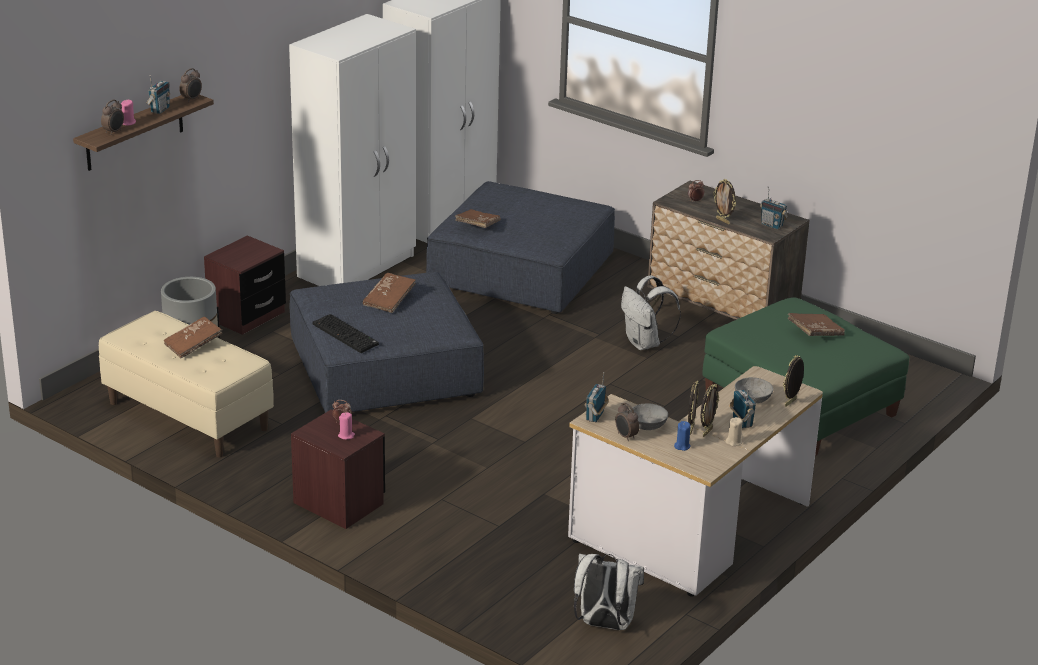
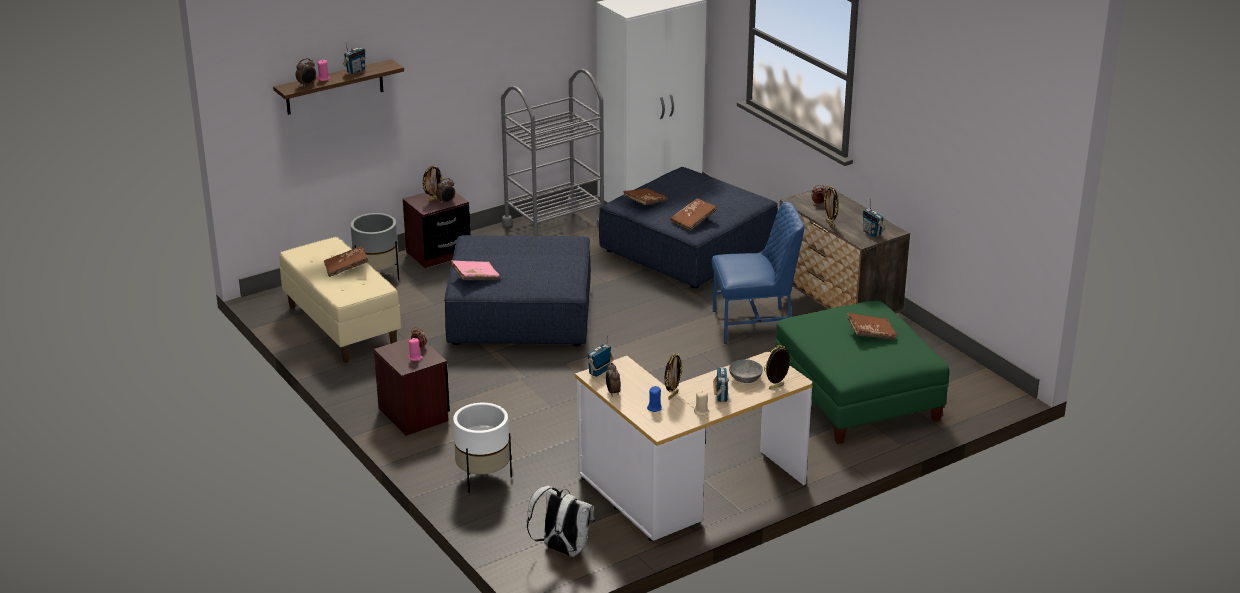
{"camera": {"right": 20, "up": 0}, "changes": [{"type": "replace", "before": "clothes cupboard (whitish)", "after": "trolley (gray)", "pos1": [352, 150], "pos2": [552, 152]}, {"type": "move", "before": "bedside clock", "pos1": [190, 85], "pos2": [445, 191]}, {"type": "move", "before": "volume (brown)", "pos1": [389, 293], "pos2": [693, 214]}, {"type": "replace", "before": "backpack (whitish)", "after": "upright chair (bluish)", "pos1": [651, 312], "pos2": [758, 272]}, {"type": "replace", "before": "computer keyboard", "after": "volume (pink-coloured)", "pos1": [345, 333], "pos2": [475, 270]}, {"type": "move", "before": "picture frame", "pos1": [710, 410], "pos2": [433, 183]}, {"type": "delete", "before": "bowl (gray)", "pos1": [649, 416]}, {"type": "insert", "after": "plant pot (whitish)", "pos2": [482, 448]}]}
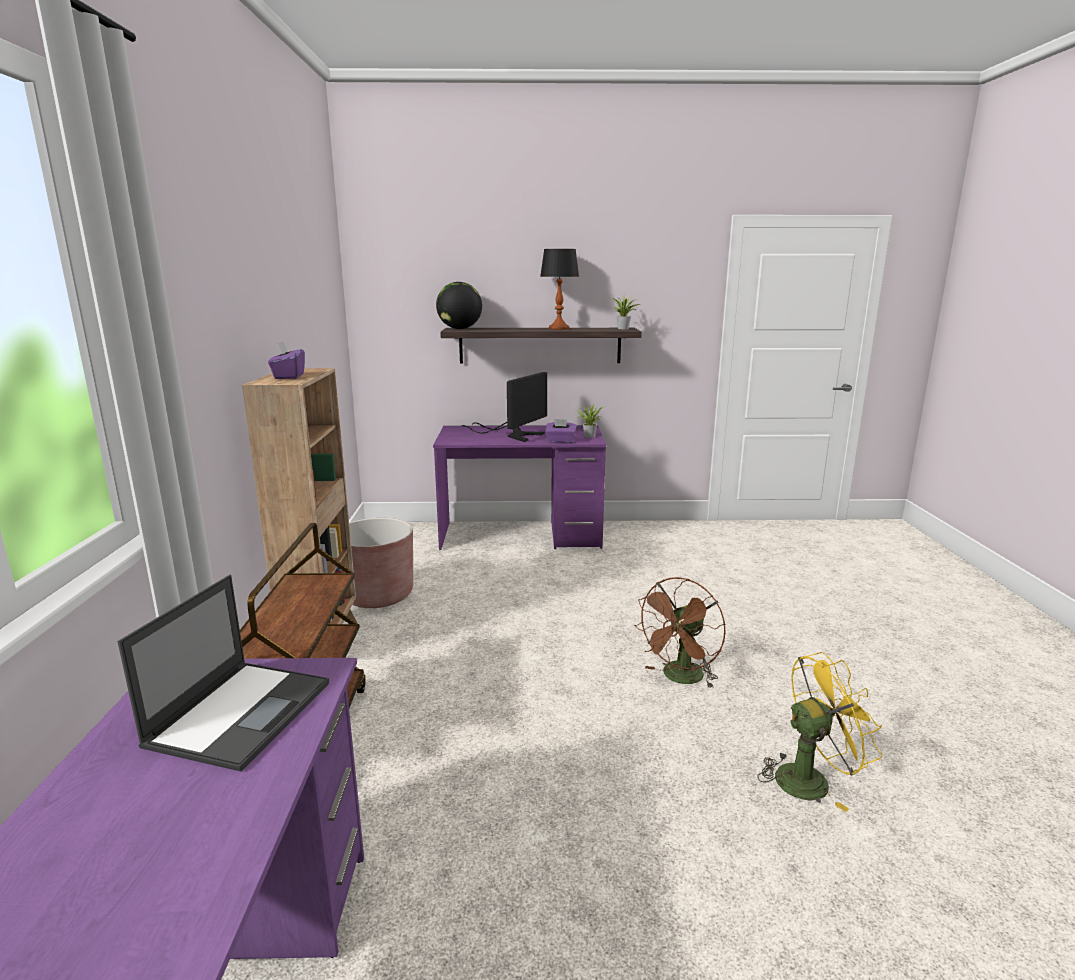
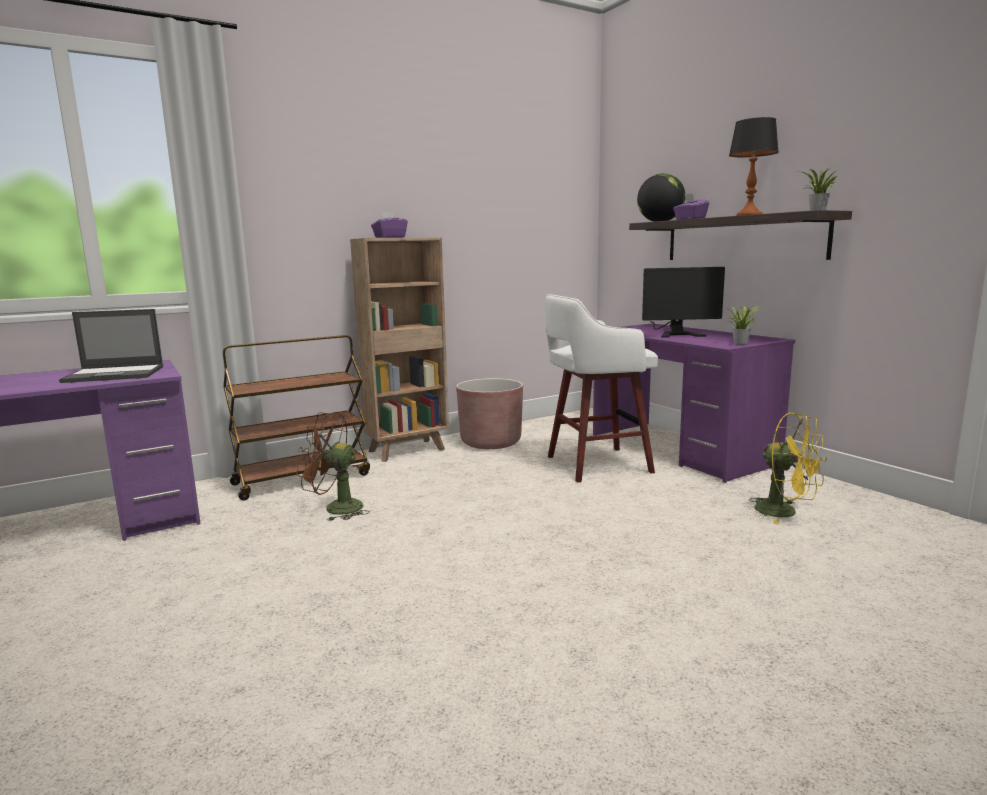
{"camera": {"right": 60, "up": -5}, "changes": [{"type": "move", "before": "tissue holder (purple-coloured)", "pos1": [560, 431], "pos2": [691, 206]}, {"type": "move", "before": "fan (brown)", "pos1": [680, 633], "pos2": [333, 466]}, {"type": "move", "before": "fan (yellow-coloured)", "pos1": [819, 732], "pos2": [787, 468]}, {"type": "insert", "after": "stool (whitish)", "pos2": [601, 388]}]}
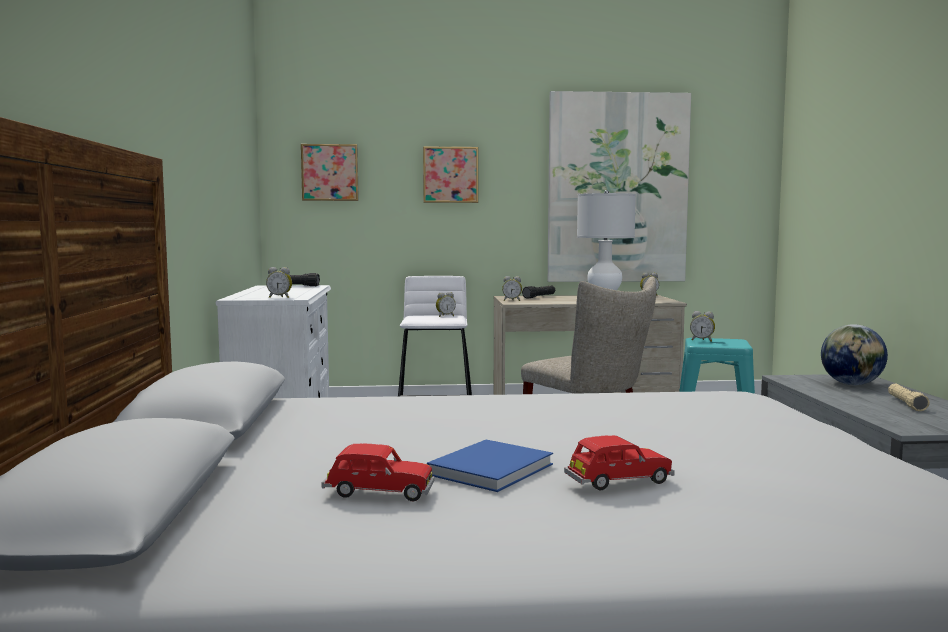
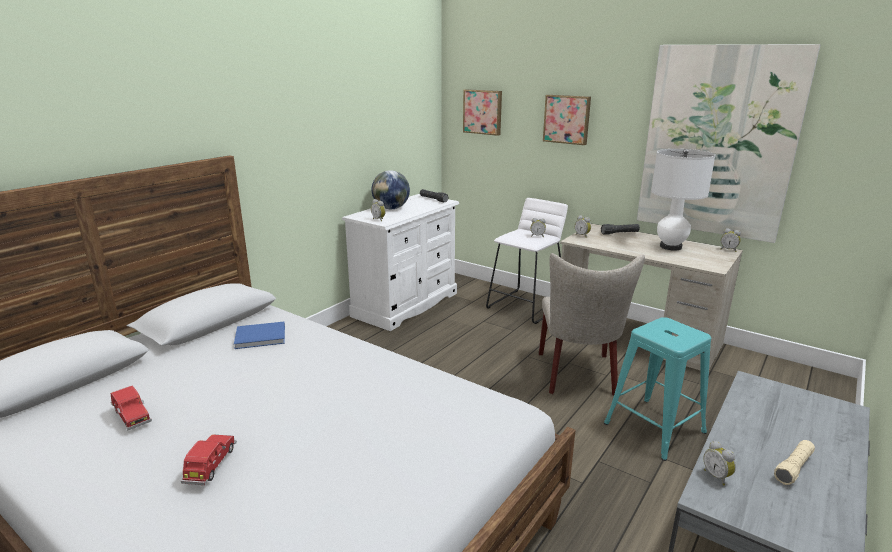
{"camera": {"right": 40, "up": 15}, "changes": [{"type": "move", "before": "bedside clock", "pos1": [702, 326], "pos2": [719, 463]}, {"type": "move", "before": "globe", "pos1": [854, 354], "pos2": [391, 189]}, {"type": "rotate", "before": "miniature car (reddish)", "pos1": [619, 462], "pos2": [209, 459], "turn": -105}, {"type": "move", "before": "volume (bluish)", "pos1": [490, 466], "pos2": [259, 335]}]}
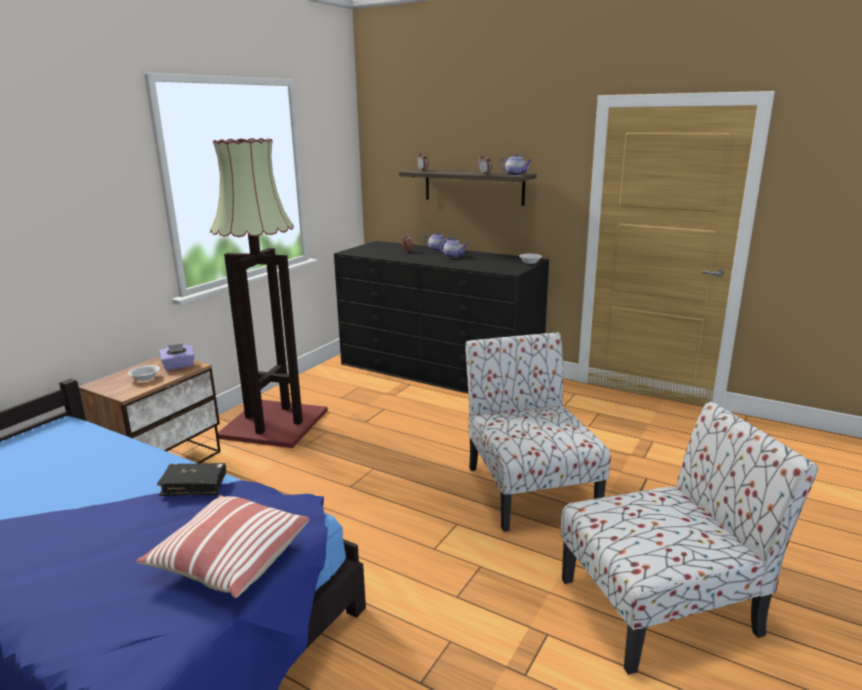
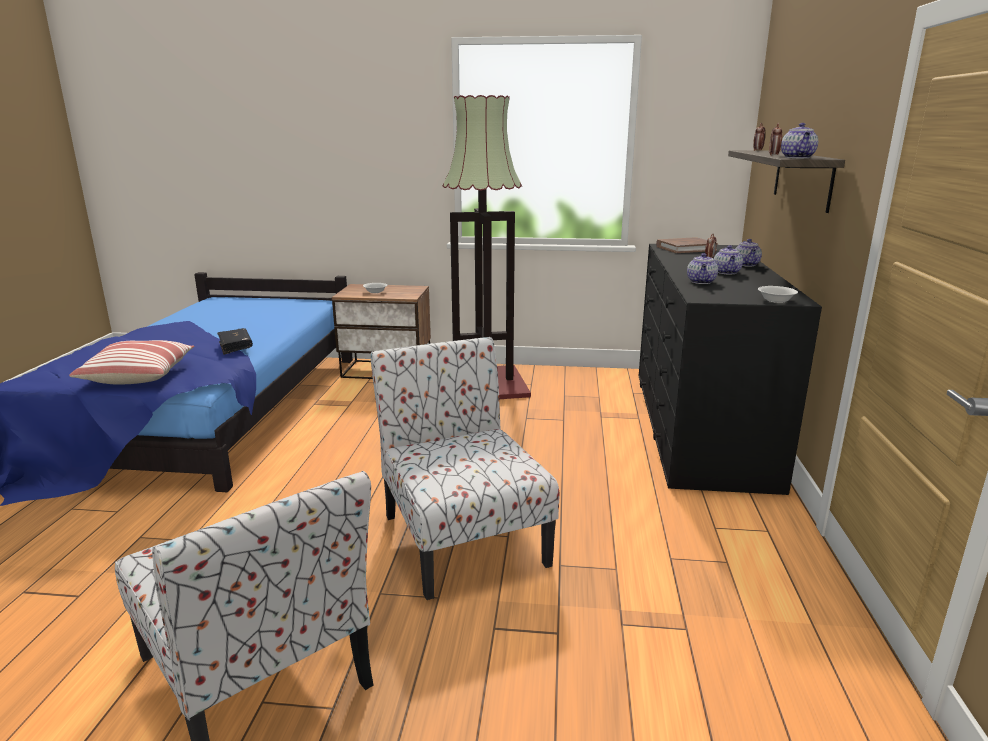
{"camera": {"right": 65, "up": 0}, "changes": [{"type": "rotate", "before": "upright chair", "pos1": [538, 432], "pos2": [465, 468], "turn": -75}, {"type": "delete", "before": "tissue holder (purple-coloured)", "pos1": [177, 357]}, {"type": "insert", "after": "volume (brown)", "pos2": [687, 245]}, {"type": "insert", "after": "pot for tea", "pos2": [702, 268]}]}
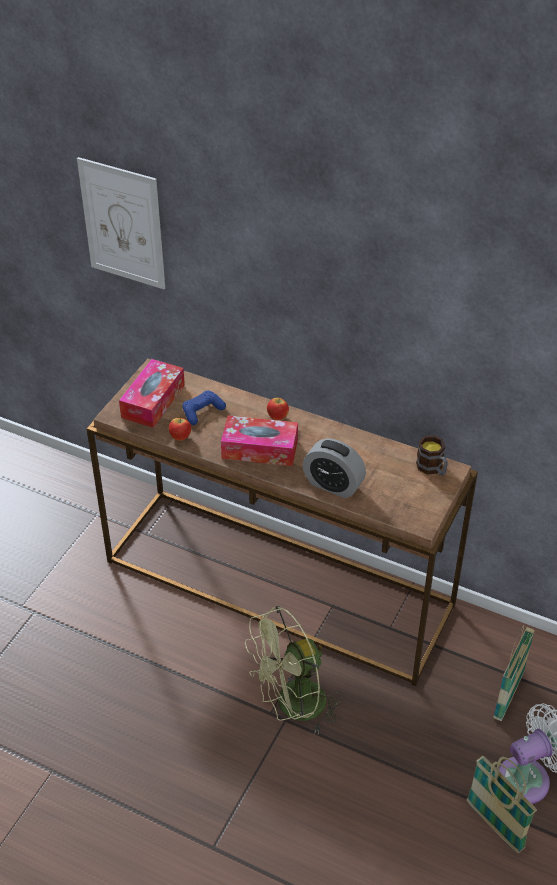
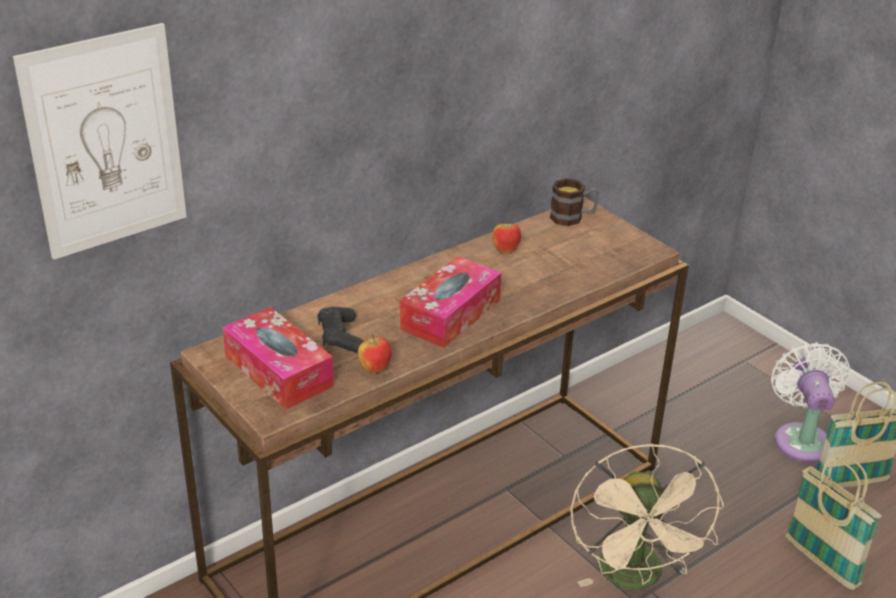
{"camera": {"right": -65, "up": -10}, "changes": [{"type": "recolor", "before": "gamepad (bluish)", "after": "gamepad (black-coloured)", "pos1": [204, 407], "pos2": [340, 329]}, {"type": "move", "before": "whole apple", "pos1": [278, 408], "pos2": [506, 236]}, {"type": "delete", "before": "bedside clock", "pos1": [334, 468]}, {"type": "recolor", "before": "fan (green-coloured)", "after": "fan (beige-coloured)", "pos1": [294, 669], "pos2": [647, 516]}, {"type": "move", "before": "household basket", "pos1": [514, 673], "pos2": [834, 522]}]}
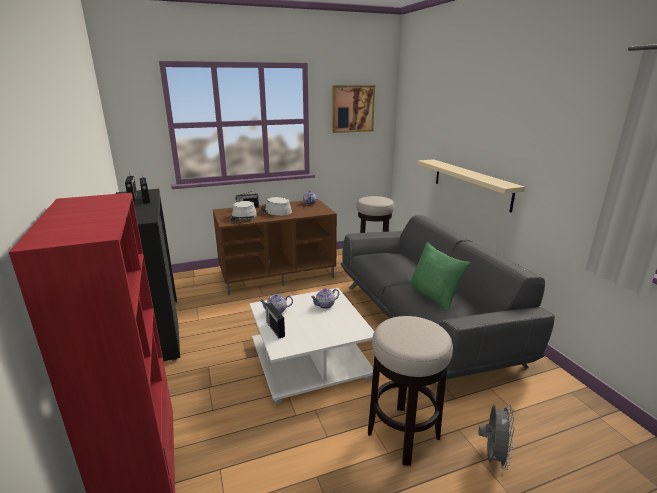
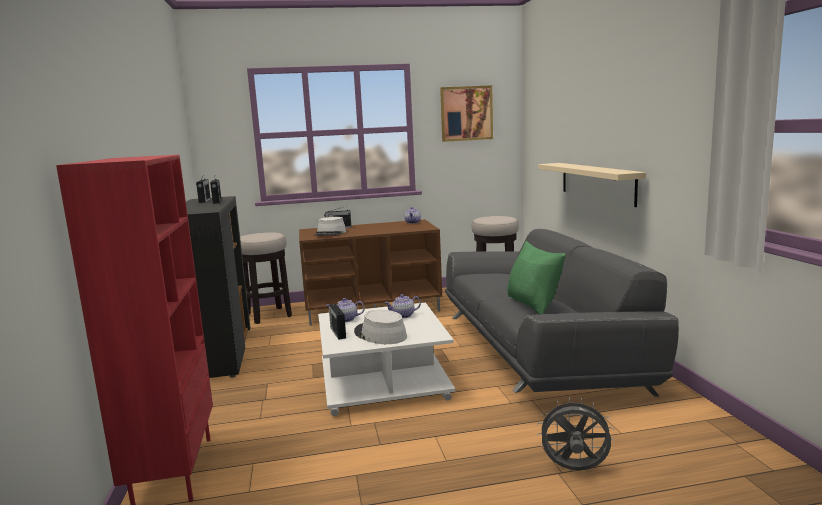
{"camera": {"right": 10, "up": -10}, "changes": [{"type": "move", "before": "clothing hat (gray)", "pos1": [276, 206], "pos2": [380, 327]}, {"type": "move", "before": "stool", "pos1": [410, 391], "pos2": [266, 278]}, {"type": "rotate", "before": "fan (gray)", "pos1": [496, 437], "pos2": [575, 434], "turn": -105}]}
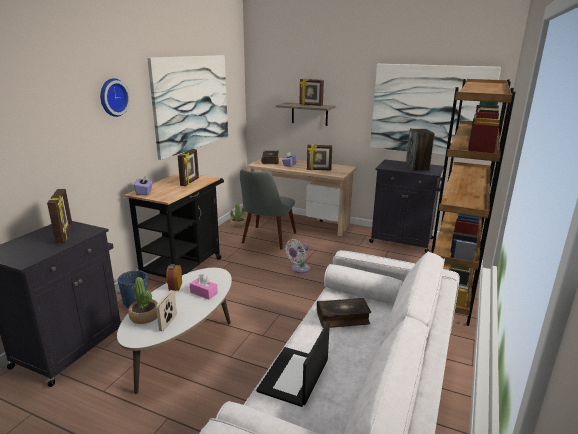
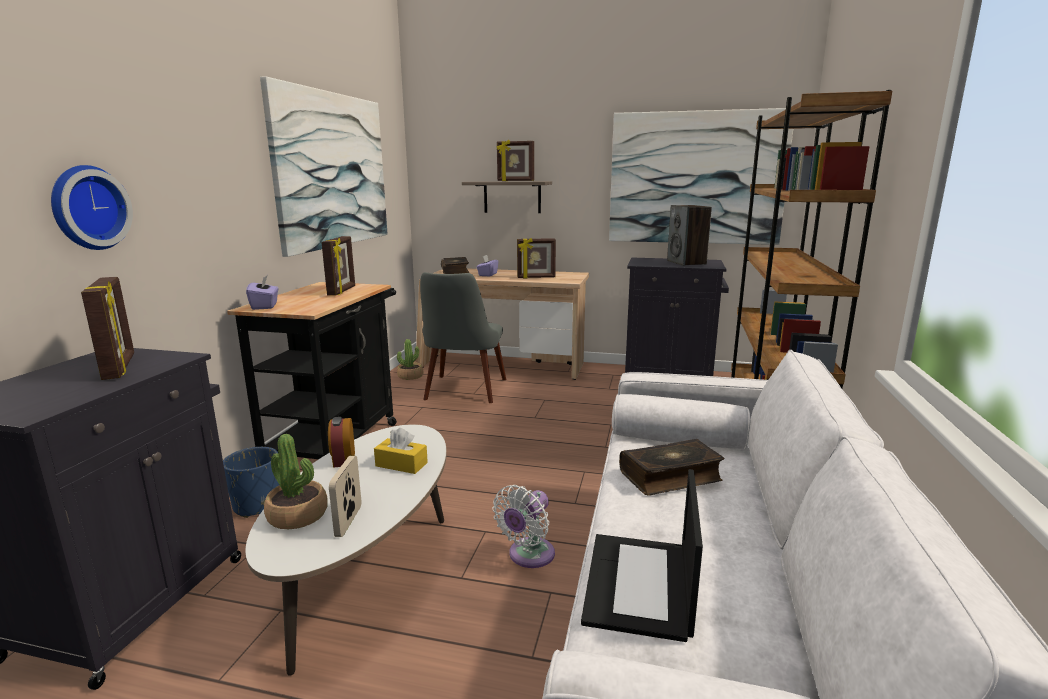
{"camera": {"right": -10, "up": -5}, "changes": [{"type": "move", "before": "hanging clock", "pos1": [115, 97], "pos2": [92, 207]}, {"type": "move", "before": "fan (whitish)", "pos1": [297, 256], "pos2": [523, 526]}, {"type": "recolor", "before": "tissue holder (pink-coloured)", "after": "tissue holder (yellow-coloured)", "pos1": [204, 286], "pos2": [401, 451]}]}
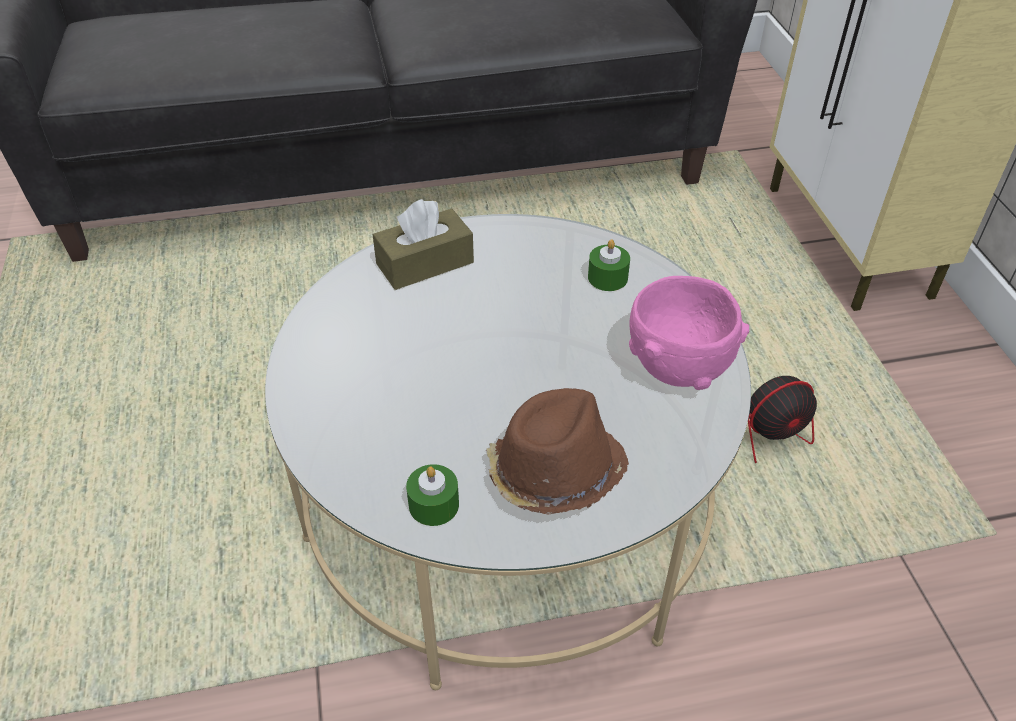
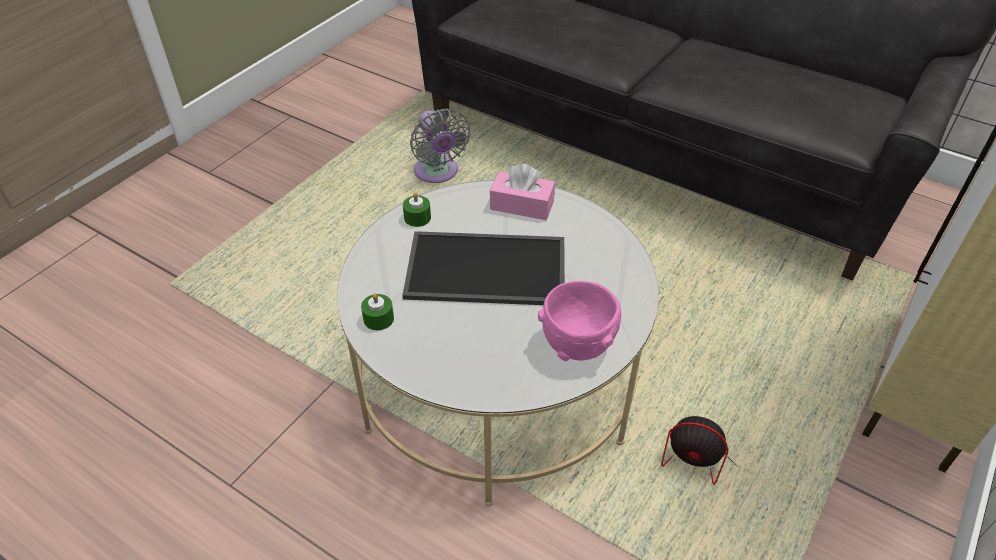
{"camera": {"right": 45, "up": 0}, "changes": [{"type": "recolor", "before": "tissue holder (brown)", "after": "tissue holder (pink-coloured)", "pos1": [423, 244], "pos2": [522, 192]}, {"type": "move", "before": "wax candle (green-coloured)", "pos1": [609, 265], "pos2": [417, 209]}, {"type": "delete", "before": "clothing hat (brown)", "pos1": [557, 451]}, {"type": "insert", "after": "fan (gray)", "pos2": [440, 146]}, {"type": "insert", "after": "carrying tray", "pos2": [484, 268]}]}
